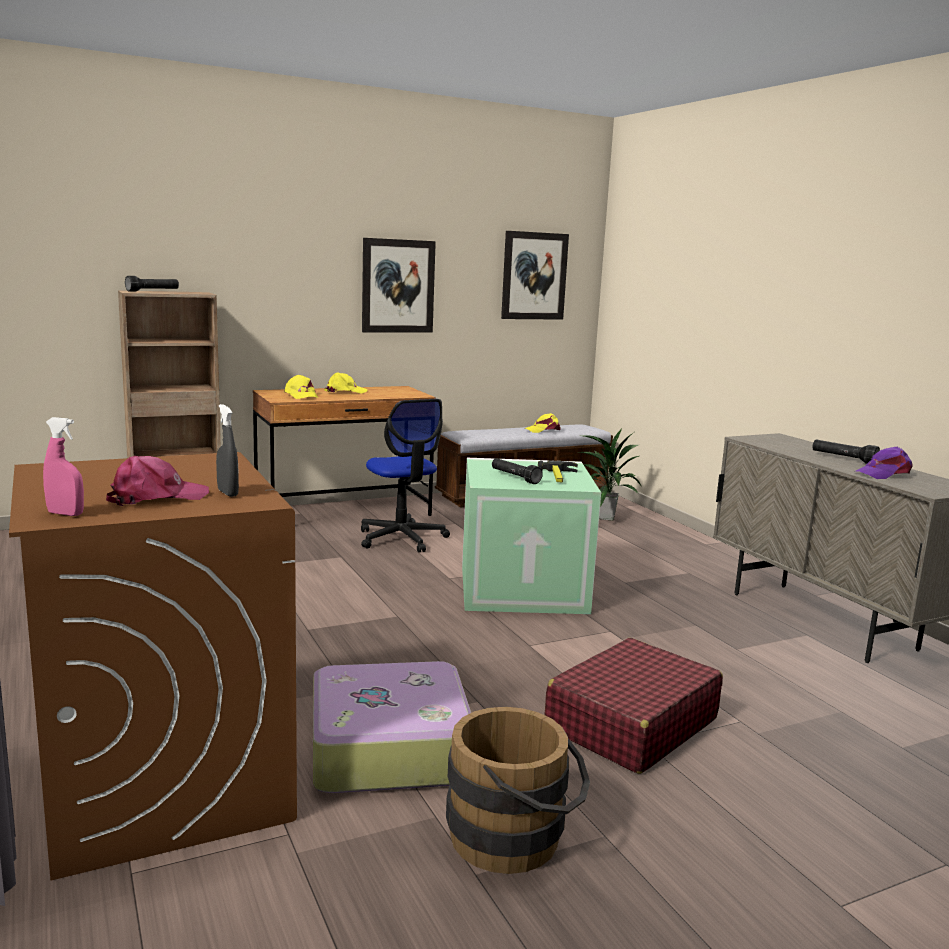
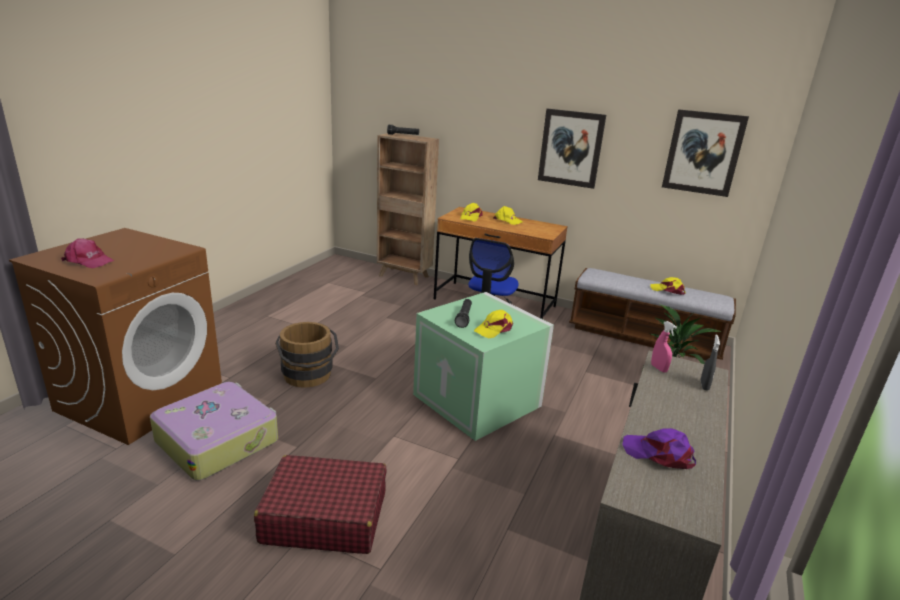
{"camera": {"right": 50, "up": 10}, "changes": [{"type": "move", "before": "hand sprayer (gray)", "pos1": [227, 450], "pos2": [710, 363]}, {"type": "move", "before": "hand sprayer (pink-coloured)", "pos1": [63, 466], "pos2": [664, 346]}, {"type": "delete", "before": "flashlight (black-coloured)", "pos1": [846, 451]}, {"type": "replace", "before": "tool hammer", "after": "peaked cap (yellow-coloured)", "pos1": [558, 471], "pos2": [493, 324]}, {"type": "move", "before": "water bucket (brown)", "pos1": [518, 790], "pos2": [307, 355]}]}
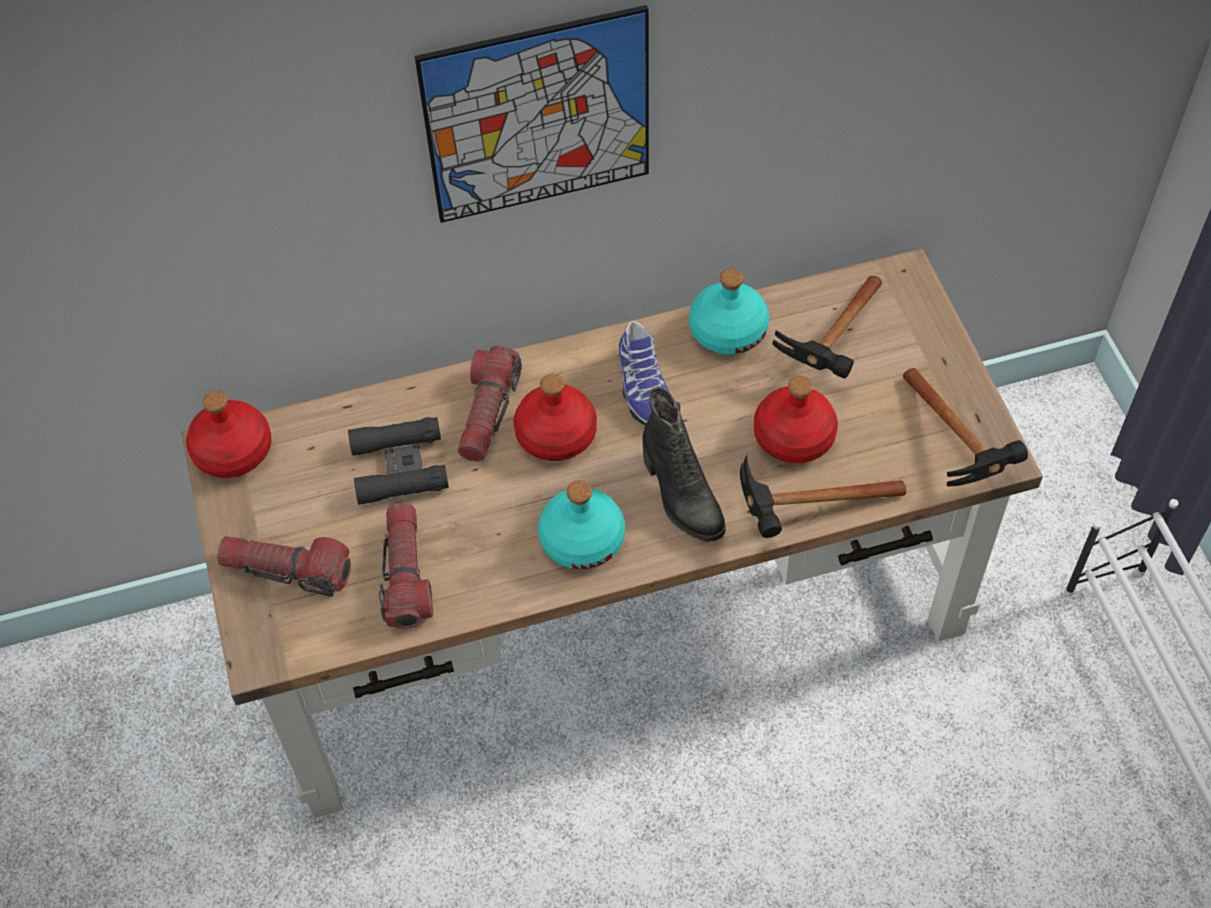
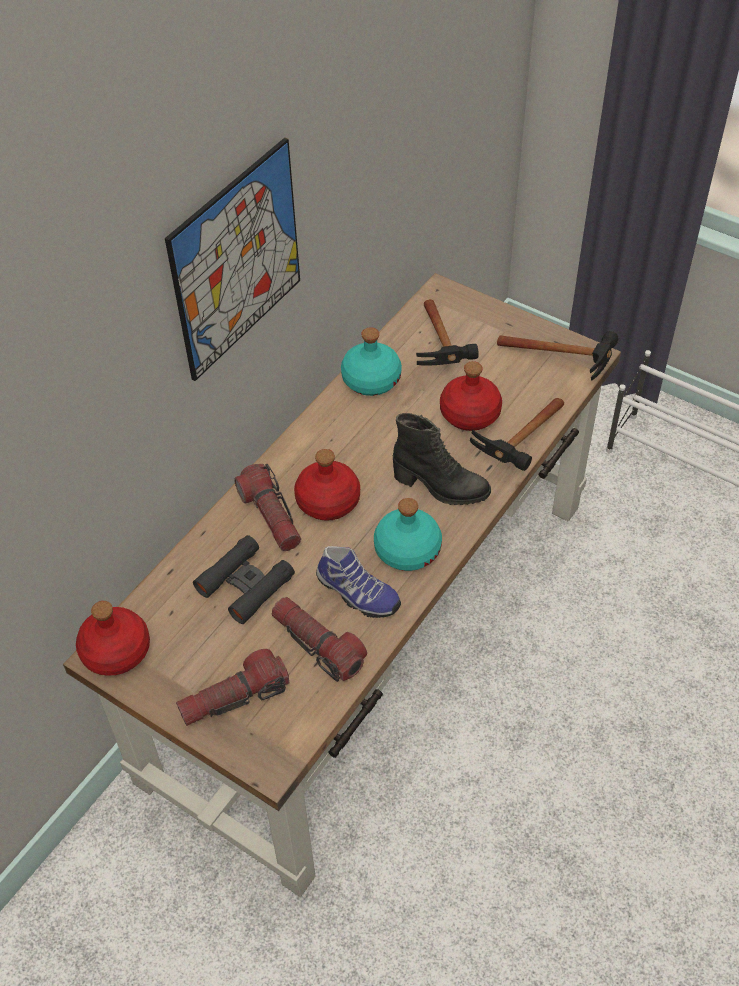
{"camera": {"right": -40, "up": -5}, "changes": [{"type": "move", "before": "shoe", "pos1": [643, 373], "pos2": [358, 582]}]}
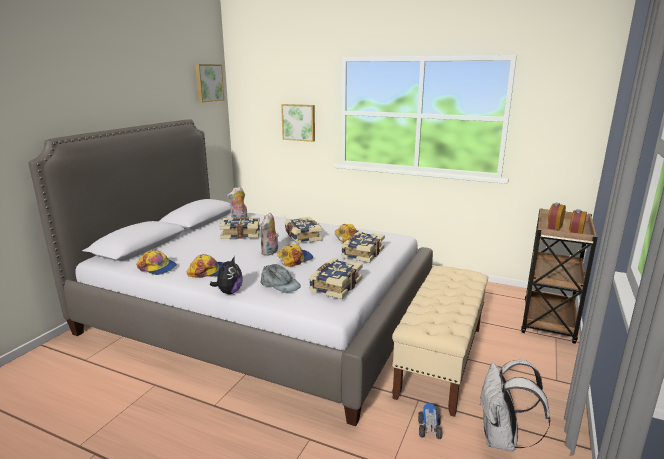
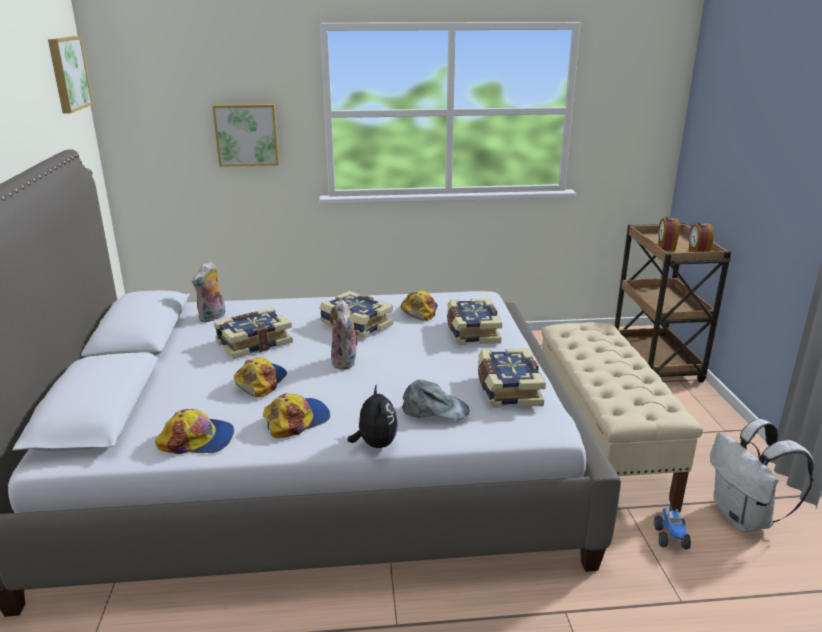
{"camera": {"right": -30, "up": 5}, "changes": [{"type": "move", "before": "peaked cap", "pos1": [295, 255], "pos2": [260, 377]}, {"type": "rotate", "before": "toy lorry", "pos1": [430, 421], "pos2": [672, 526], "turn": -150}]}
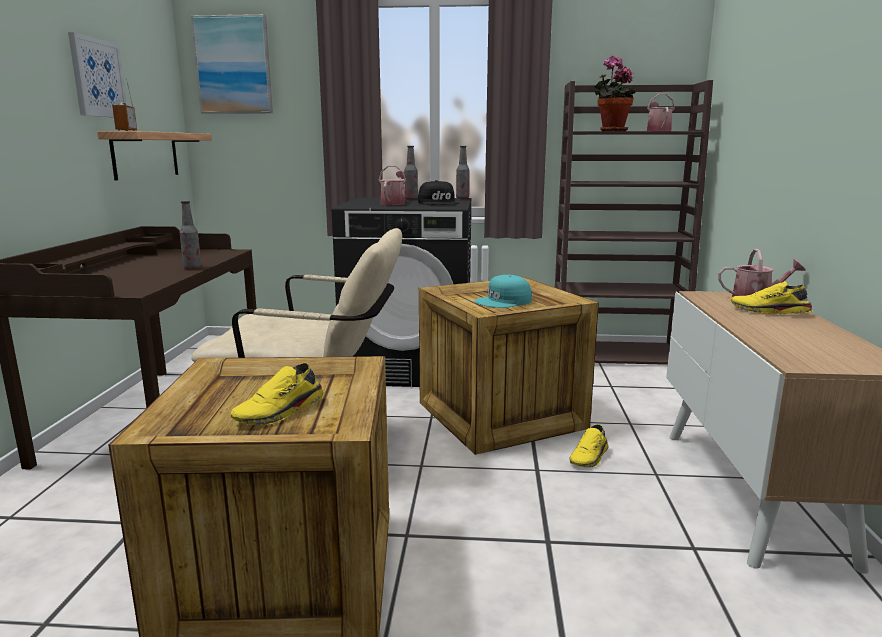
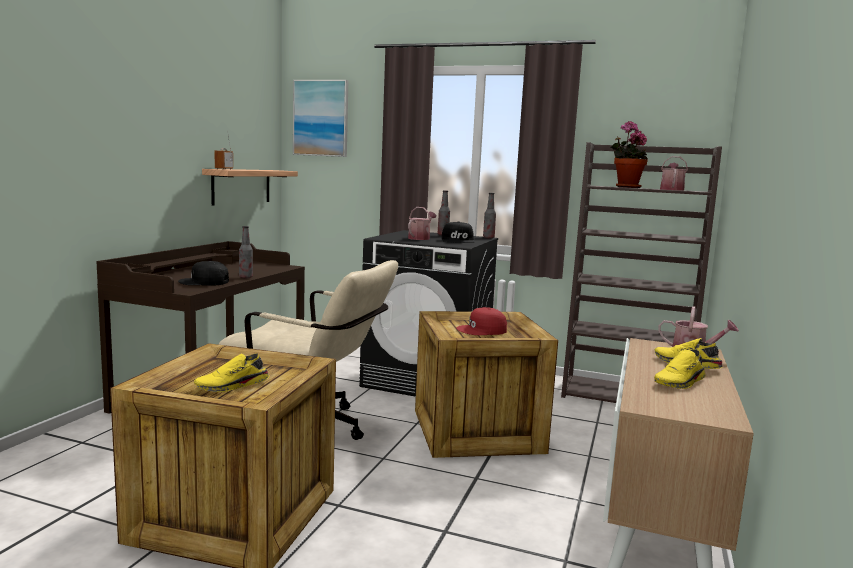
{"camera": {"right": 15, "up": -5}, "changes": [{"type": "delete", "before": "picture", "pos1": [97, 75]}, {"type": "recolor", "before": "peaked cap (blue-green)", "after": "peaked cap (reddish)", "pos1": [503, 291], "pos2": [481, 321]}, {"type": "move", "before": "shoe (yellow-coloured)", "pos1": [588, 446], "pos2": [680, 369]}, {"type": "insert", "after": "peaked cap (black-coloured)", "pos2": [203, 273]}]}
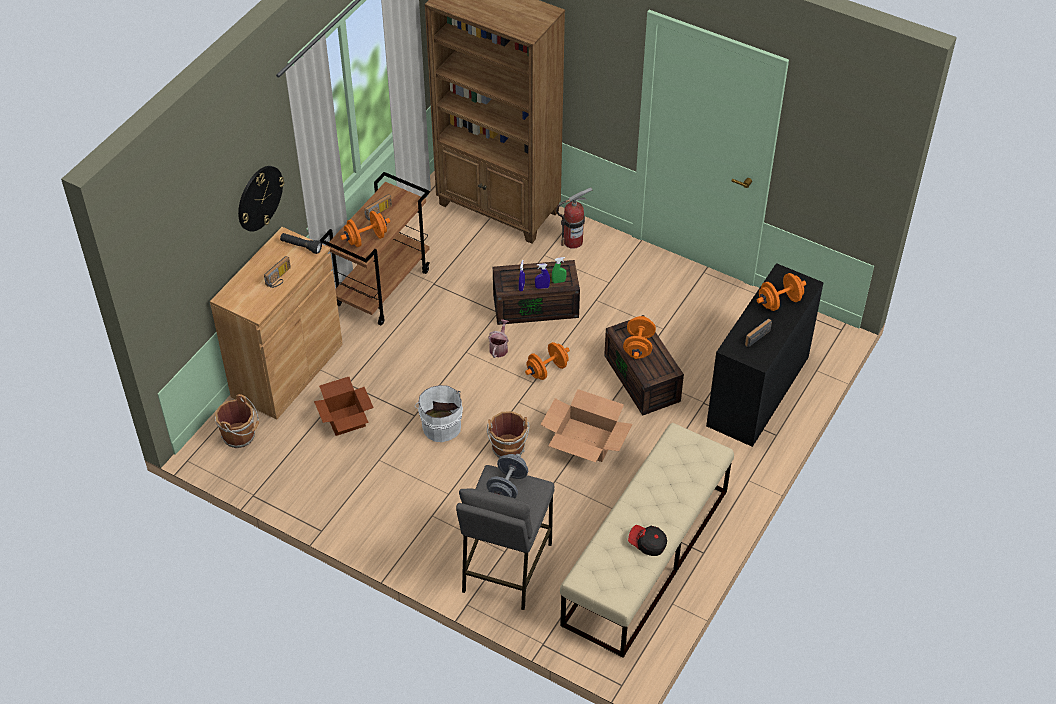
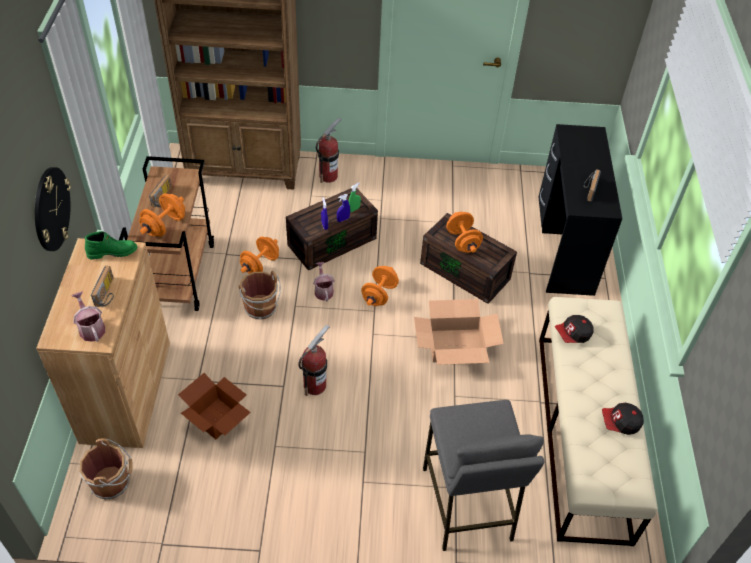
{"camera": {"right": -30, "up": 0}, "changes": [{"type": "replace", "before": "flashlight (black-coloured)", "after": "high-top boot (green-coloured)", "pos1": [301, 243], "pos2": [111, 245]}, {"type": "move", "before": "hand weight (orange-coloured)", "pos1": [781, 292], "pos2": [259, 255]}, {"type": "replace", "before": "water bucket (whitish)", "after": "extinguisher", "pos1": [439, 413], "pos2": [314, 360]}, {"type": "move", "before": "water bucket (brown)", "pos1": [508, 434], "pos2": [259, 295]}, {"type": "delete", "before": "hand weight (gray)", "pos1": [507, 476]}, {"type": "insert", "after": "sprinkling can", "pos2": [88, 316]}, {"type": "insert", "after": "peaked cap", "pos2": [574, 329]}]}
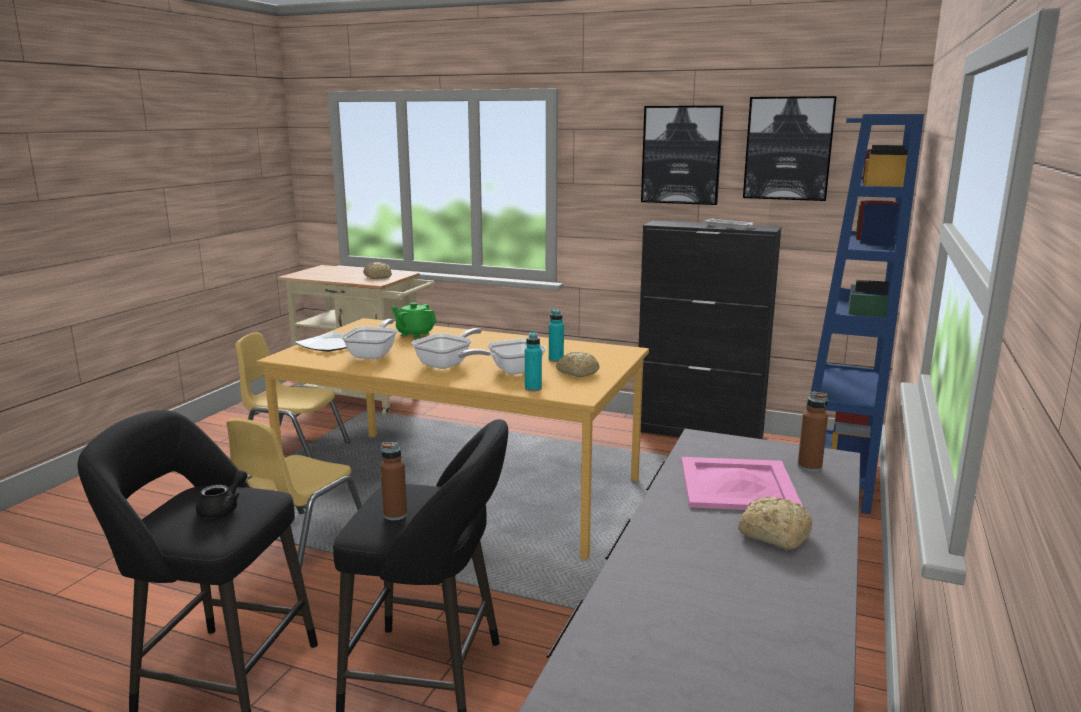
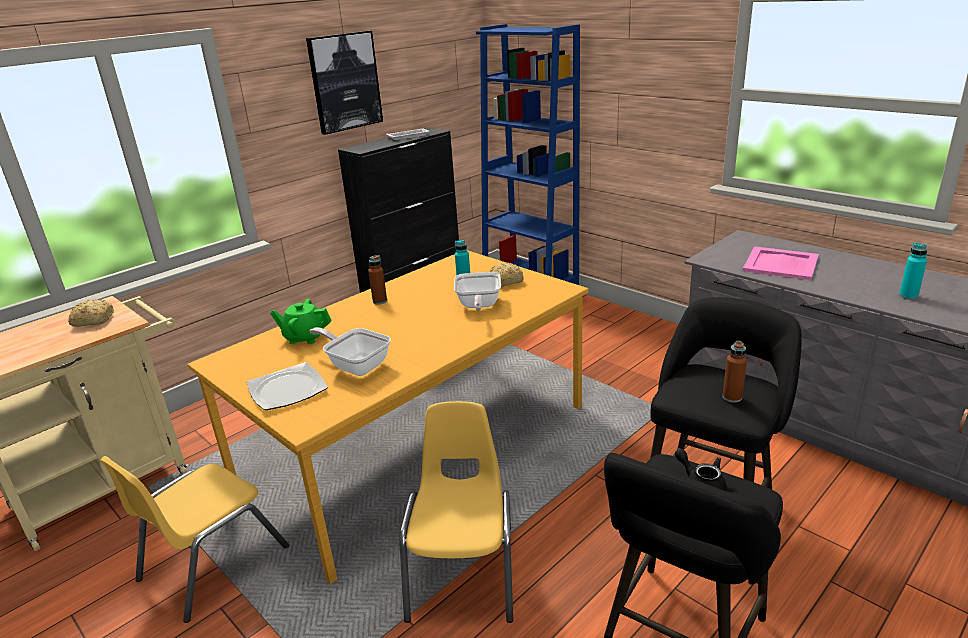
{"camera": {"right": -65, "up": 10}, "changes": [{"type": "delete", "before": "picture", "pos1": [790, 148]}, {"type": "rotate", "before": "pot for tea (green-coloured)", "pos1": [414, 320], "pos2": [301, 321], "turn": 45}, {"type": "delete", "before": "frying pan", "pos1": [446, 348]}, {"type": "move", "before": "drink bottle (blue-green)", "pos1": [533, 361], "pos2": [913, 271]}, {"type": "move", "before": "drink bottle (brown)", "pos1": [813, 431], "pos2": [377, 279]}, {"type": "rotate", "before": "upright chair (yellow-coloured)", "pos1": [294, 493], "pos2": [456, 512], "turn": -135}, {"type": "delete", "before": "baked bread", "pos1": [775, 523]}]}
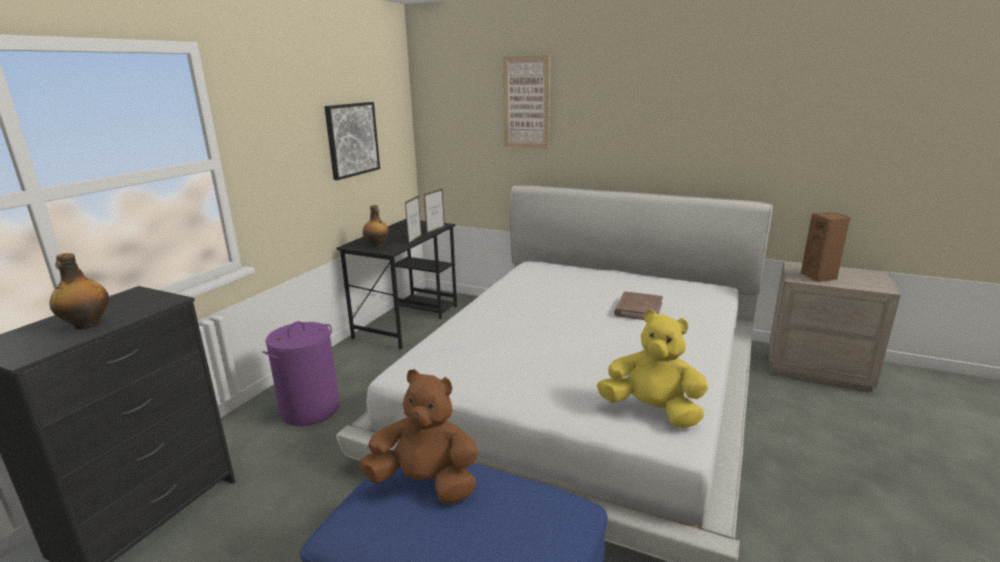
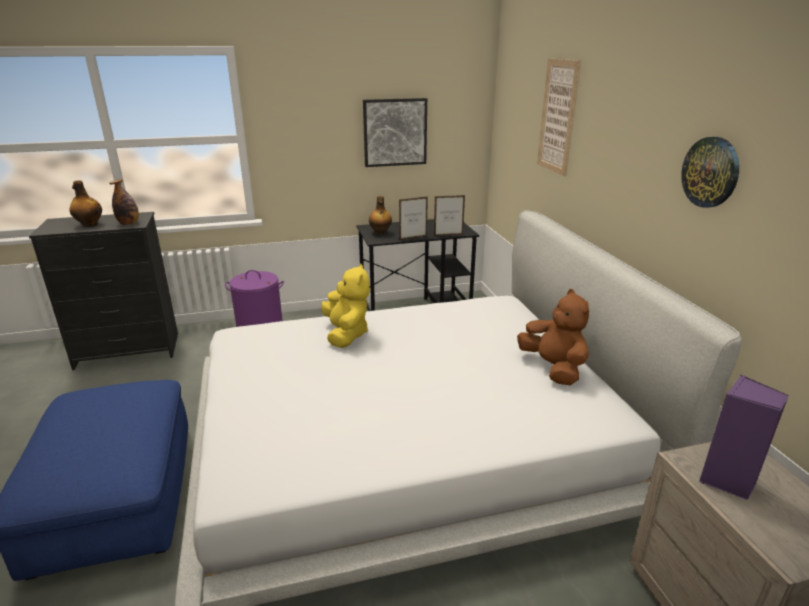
{"camera": {"right": 50, "up": 5}, "changes": [{"type": "recolor", "before": "loudspeaker (brown)", "after": "loudspeaker (purple-coloured)", "pos1": [825, 247], "pos2": [744, 437]}, {"type": "delete", "before": "volume (brown)", "pos1": [638, 306]}, {"type": "move", "before": "soft toy (yellow-coloured)", "pos1": [652, 369], "pos2": [345, 305]}, {"type": "move", "before": "soft toy (brown)", "pos1": [418, 436], "pos2": [553, 337]}, {"type": "insert", "after": "hanging clock", "pos2": [710, 172]}, {"type": "insert", "after": "drink bottle", "pos2": [124, 202]}]}
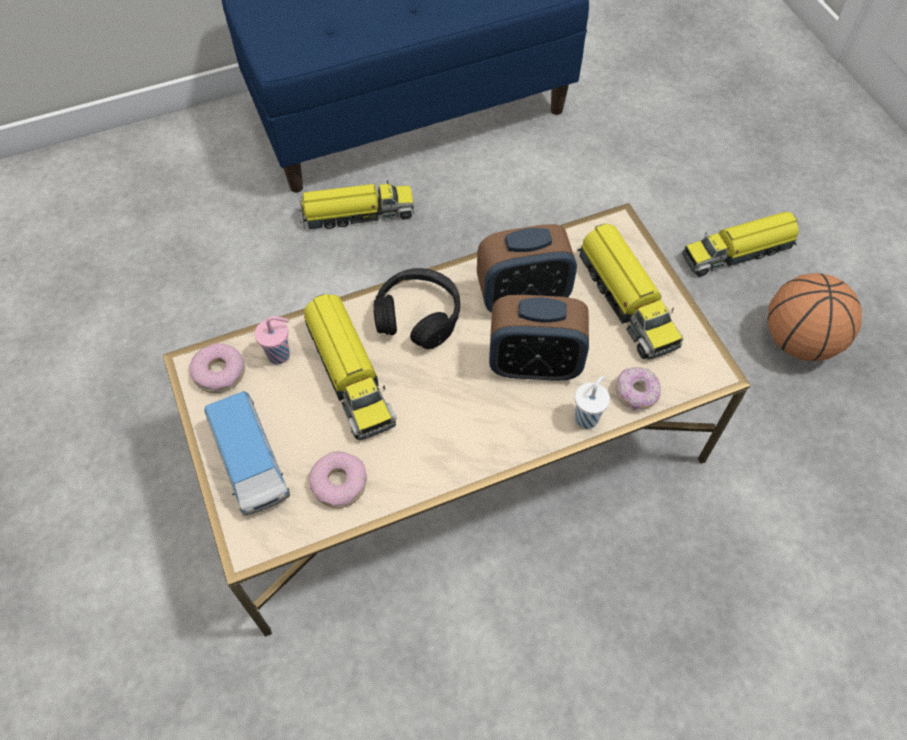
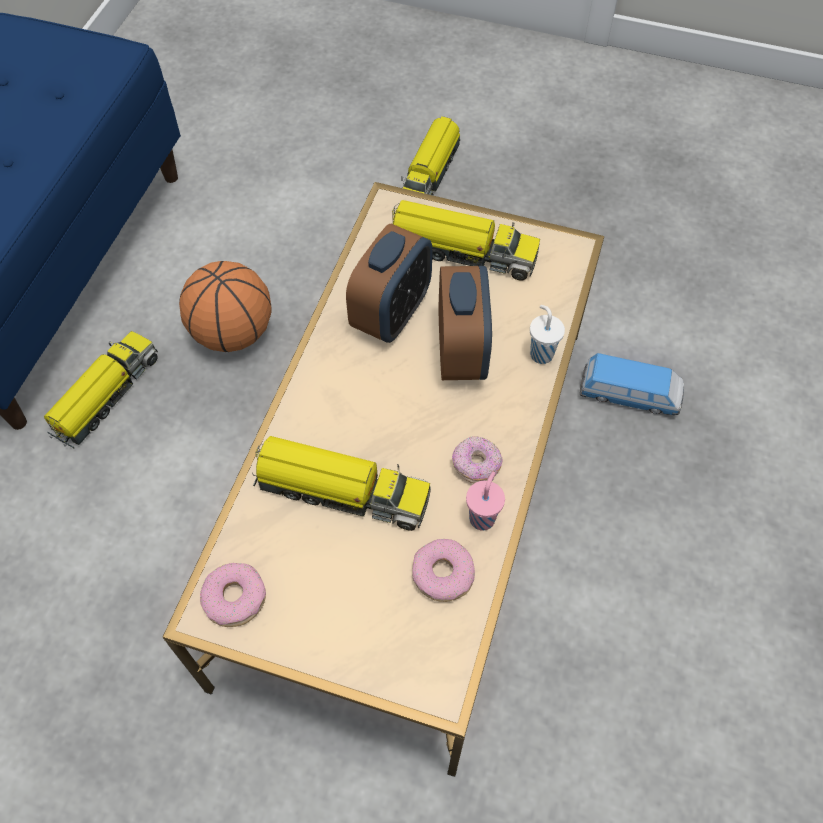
{"camera": {"right": -50, "up": 0}, "changes": [{"type": "delete", "before": "pair of headphones (black-coloured)", "pos1": [416, 308]}, {"type": "move", "before": "ball for basketball", "pos1": [815, 317], "pos2": [225, 306]}, {"type": "rotate", "before": "bedside clock", "pos1": [539, 338], "pos2": [465, 323], "turn": -45}, {"type": "move", "before": "small cup (pink-coloured)", "pos1": [272, 340], "pos2": [485, 501]}, {"type": "move", "before": "ring doughnut", "pos1": [638, 389], "pos2": [477, 459]}, {"type": "move", "before": "miniature car", "pos1": [247, 453], "pos2": [632, 384]}]}
